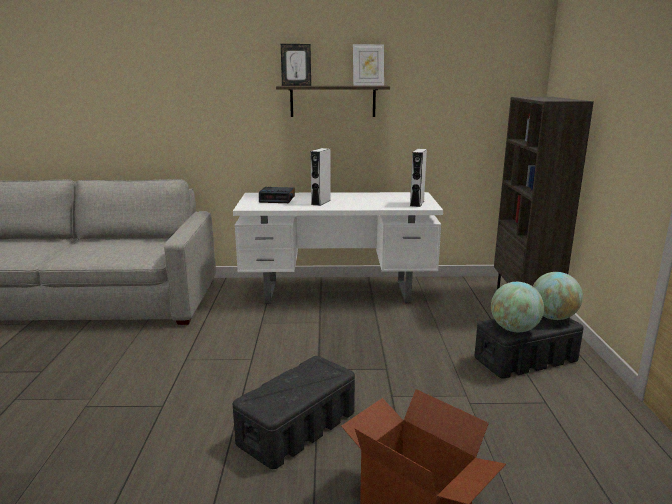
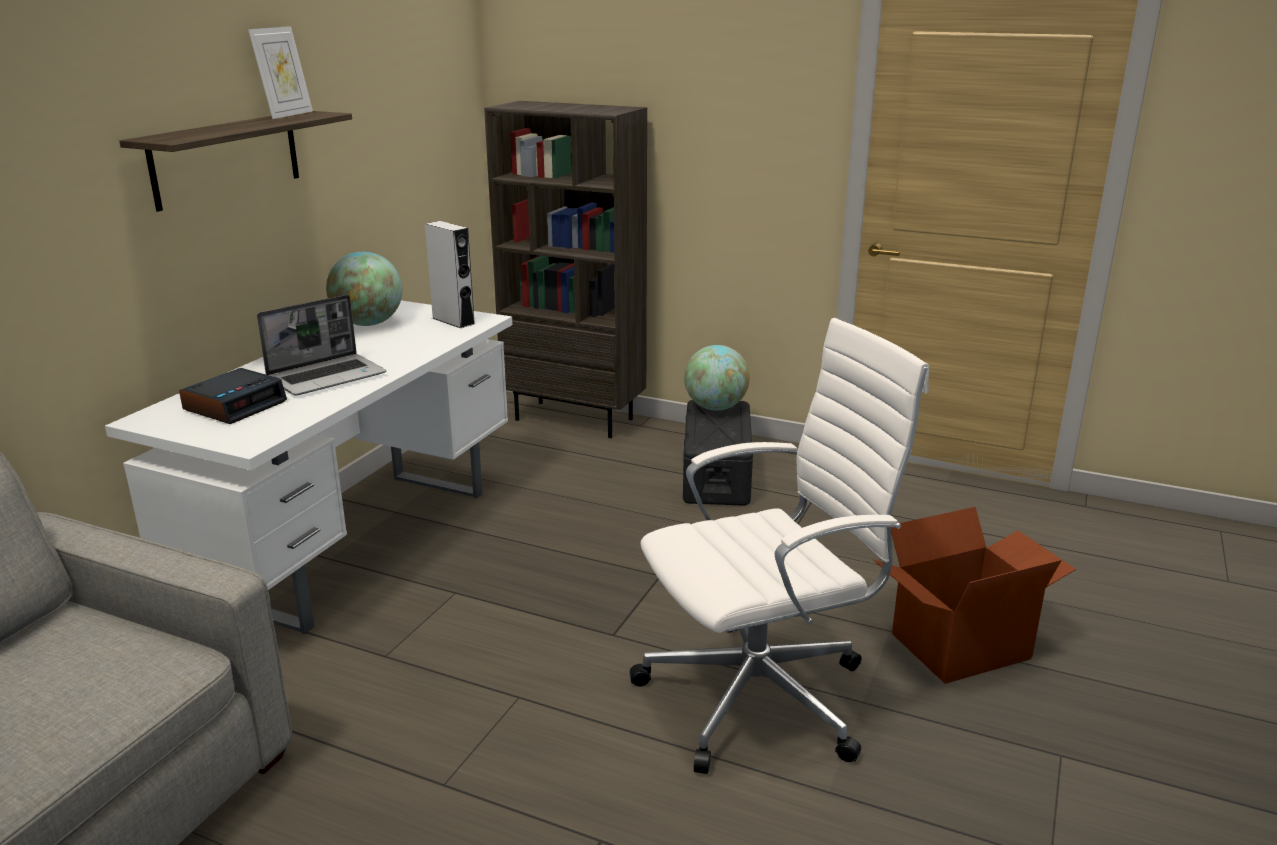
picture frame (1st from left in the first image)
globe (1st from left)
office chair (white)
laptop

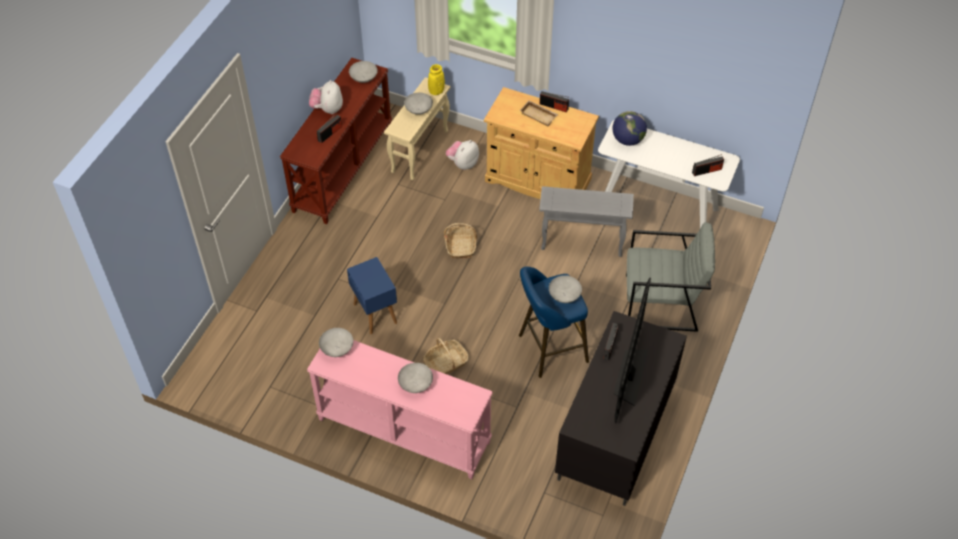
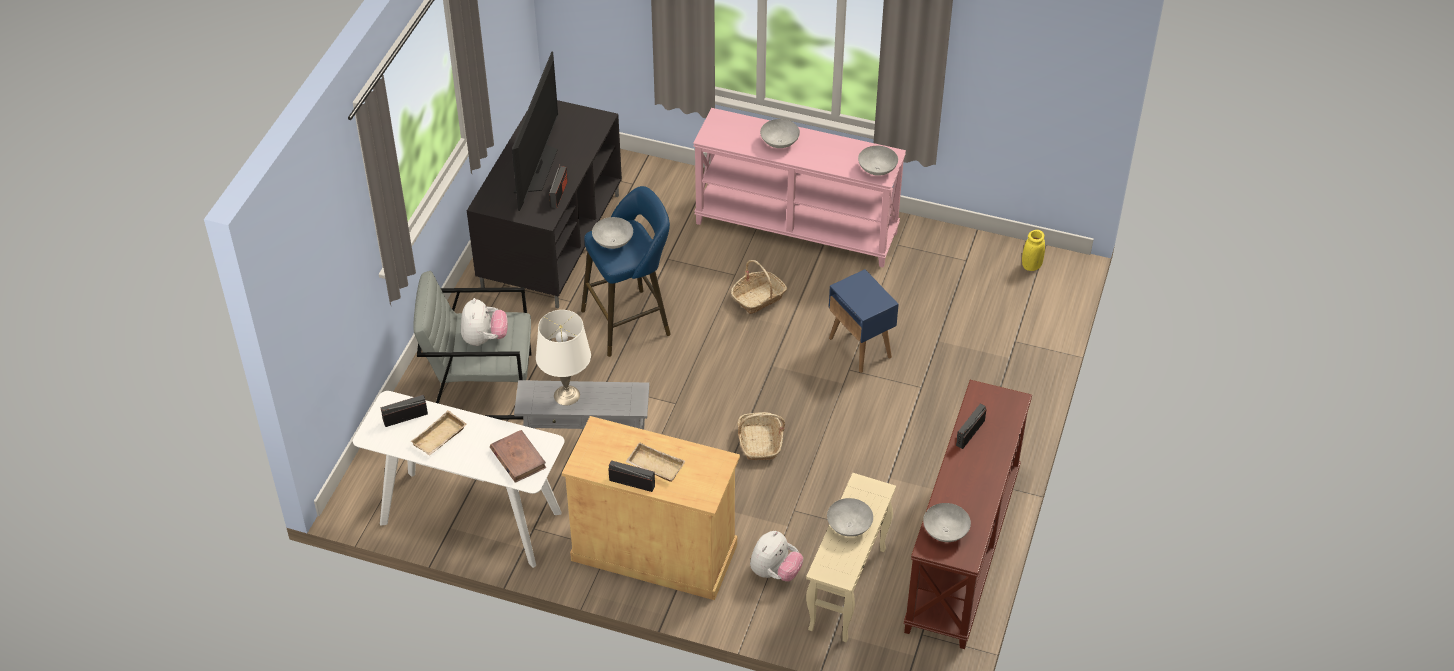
tray (beige) (1st from left)
table lamp (white)
plush toy (1st from left)
vase (yellow)
book (brown)

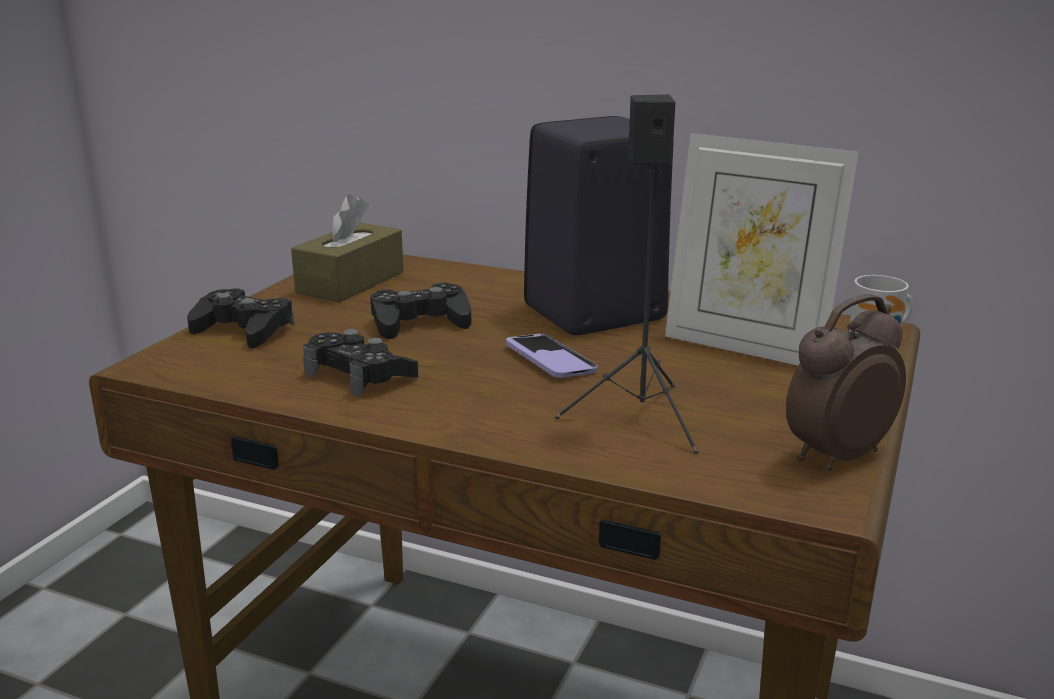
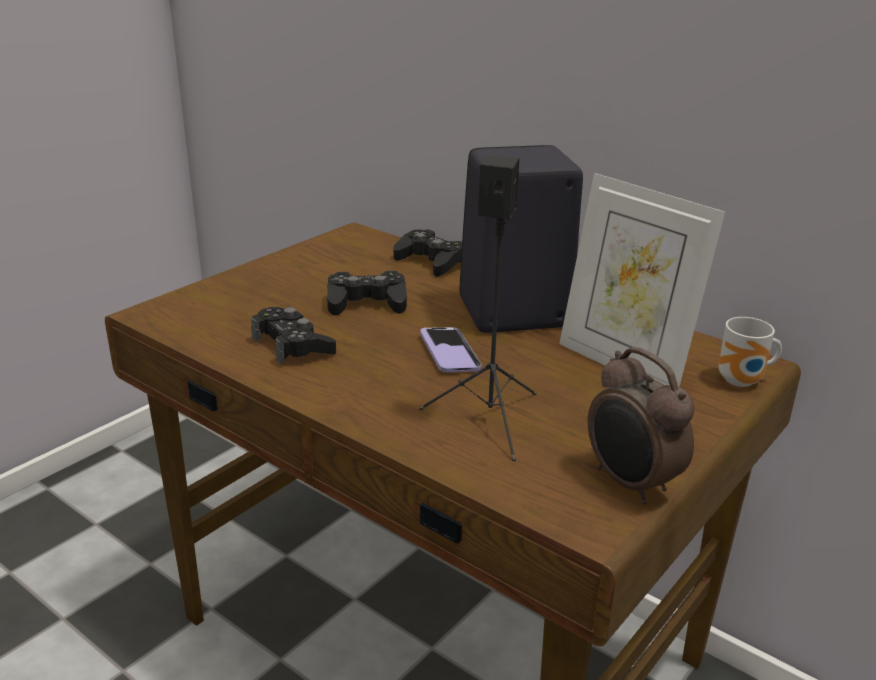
tissue box (brown)
game controller (black) (3rd from left)
alarm clock

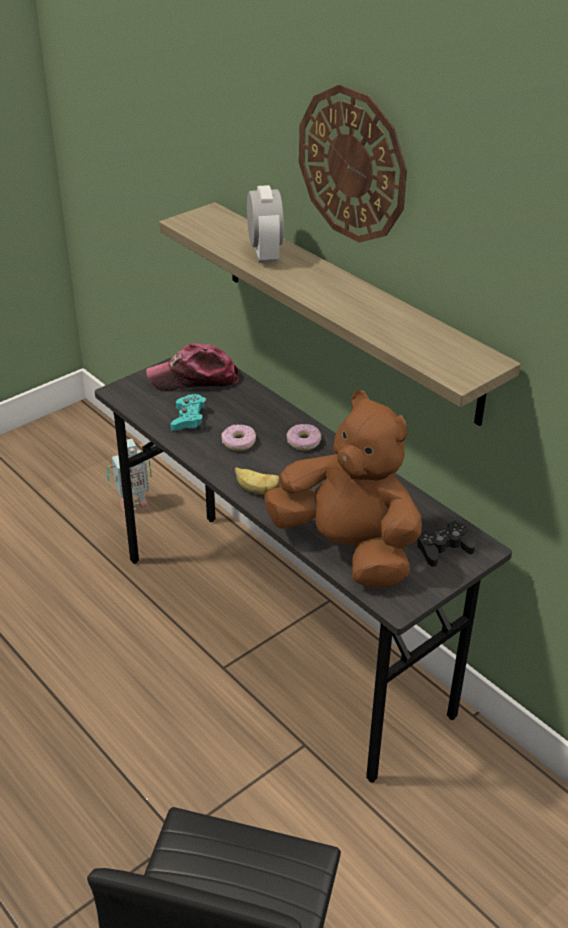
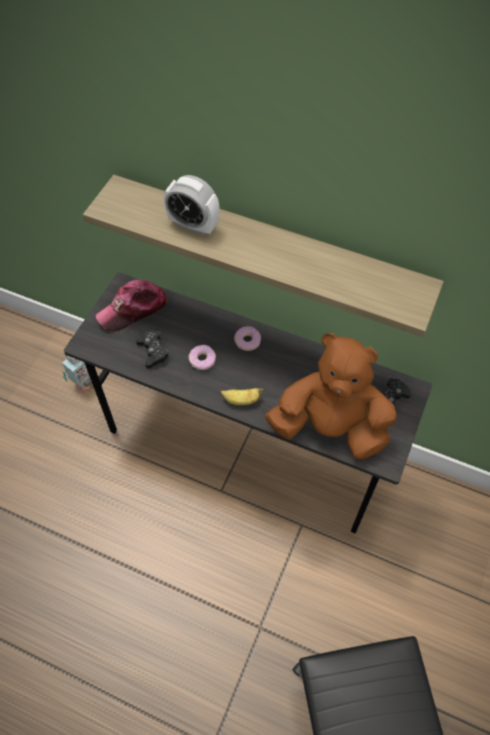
wall clock
game controller (black) (1st from left)
alarm clock

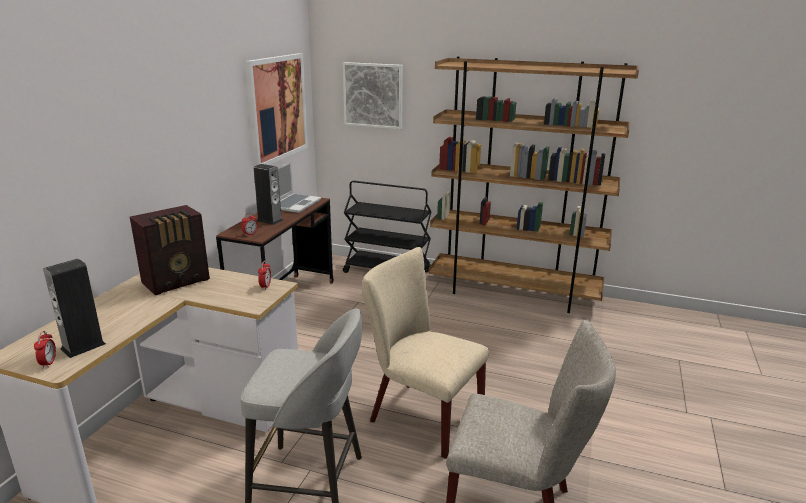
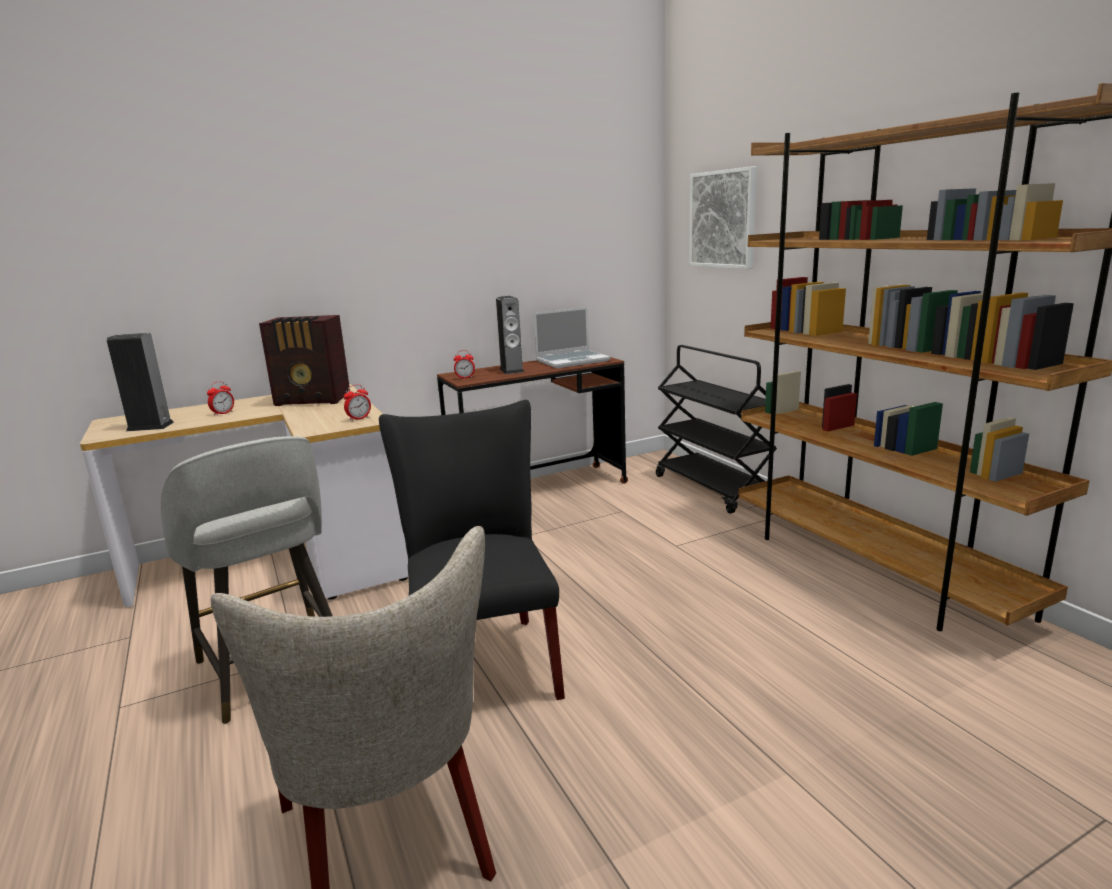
picture (1st from left in the first image)
alarm clock (1st from left)
chair (black)

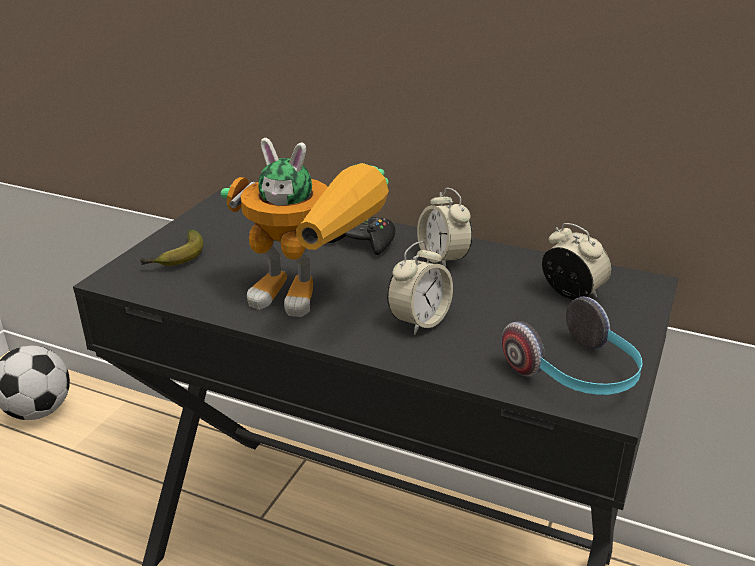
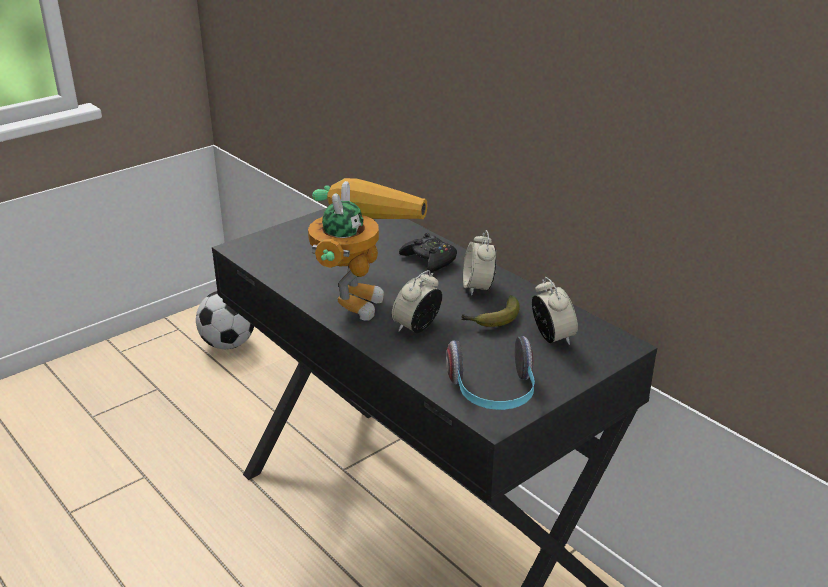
banana
toy robot
alarm clock (1st from left)

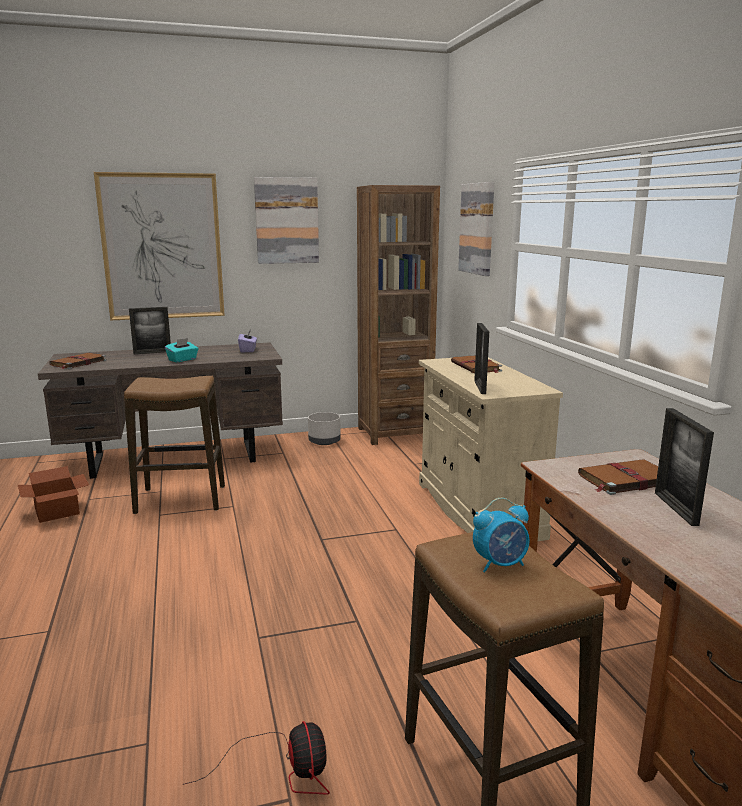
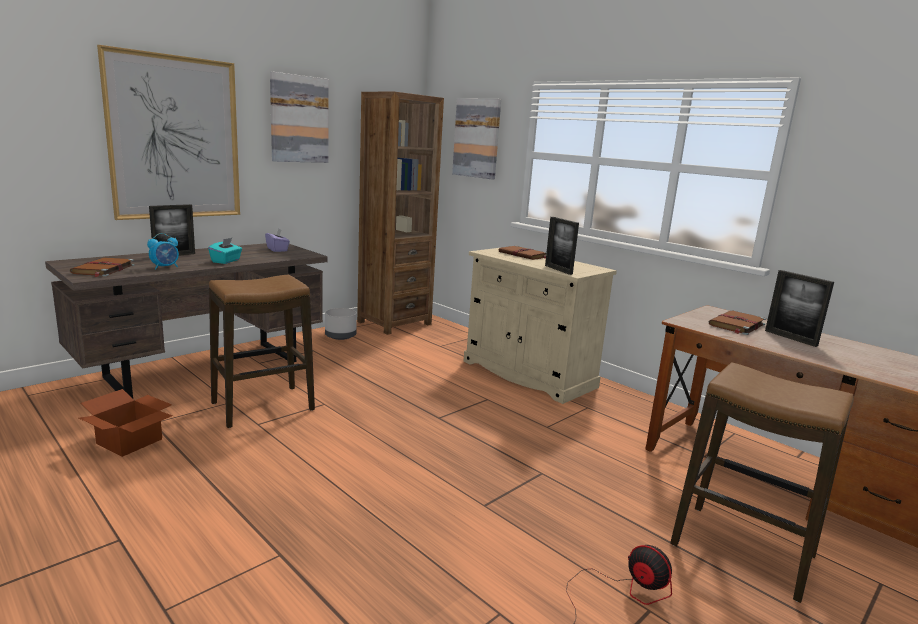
alarm clock

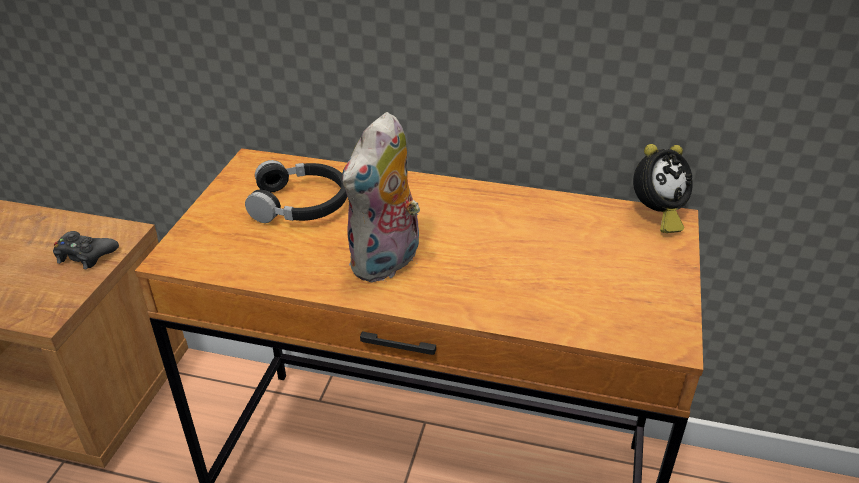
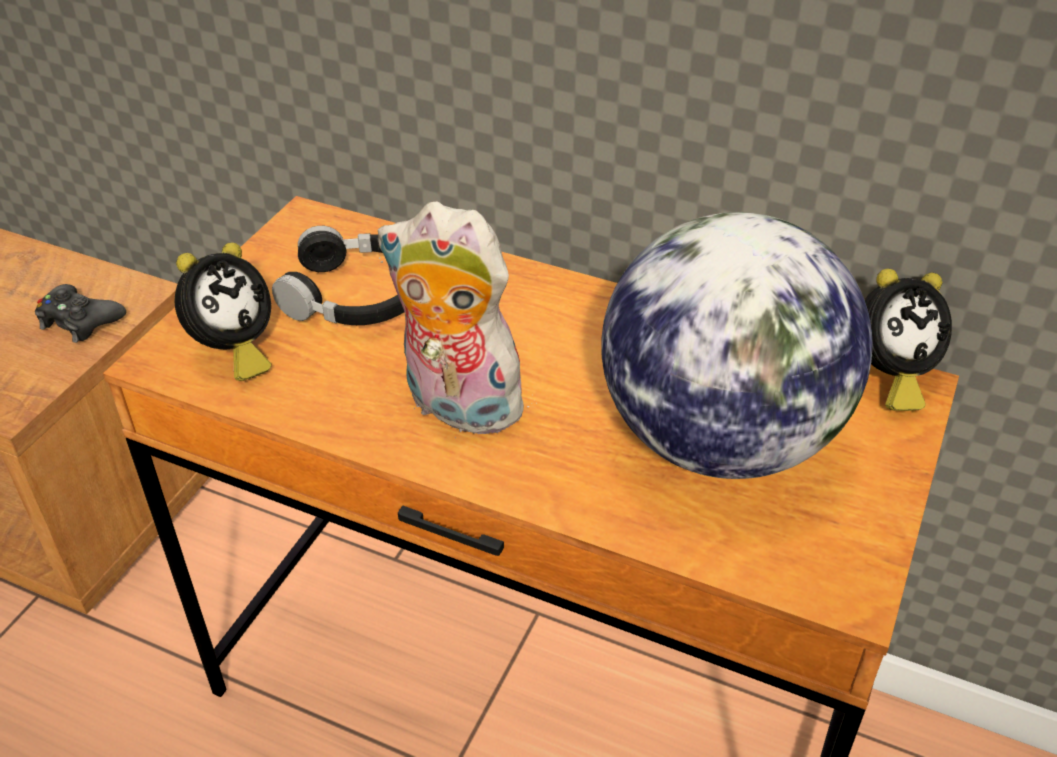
alarm clock (1st from left)
globe
plush toy

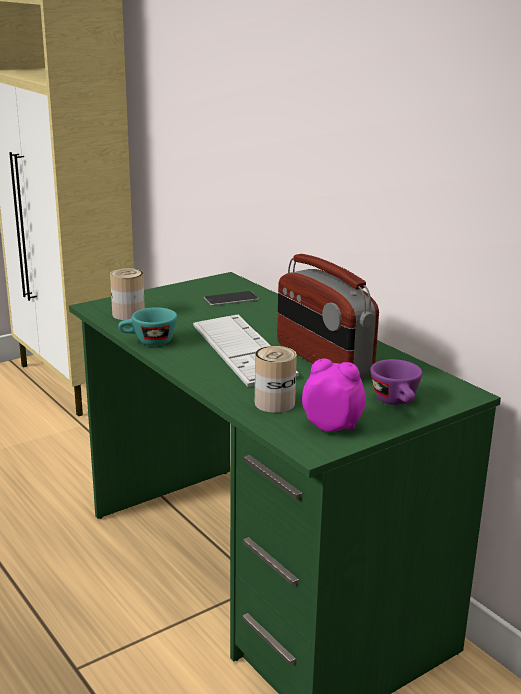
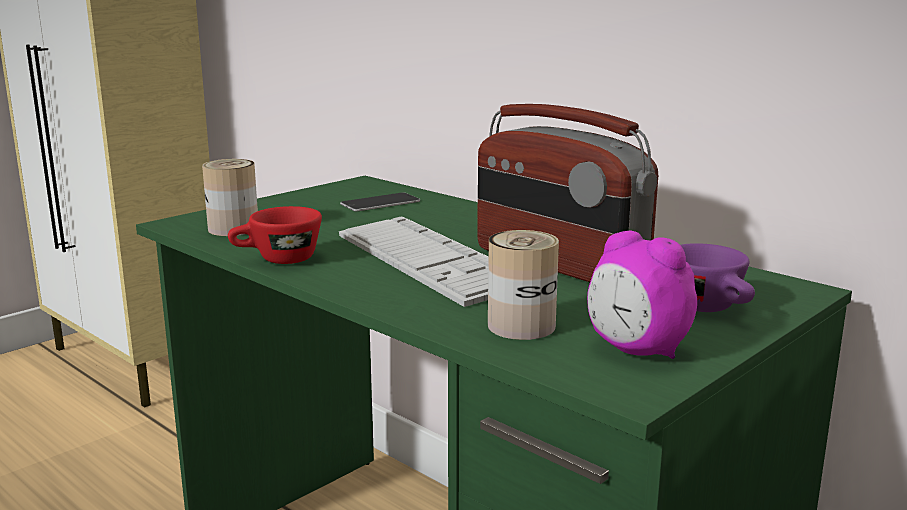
cup (red)
alarm clock

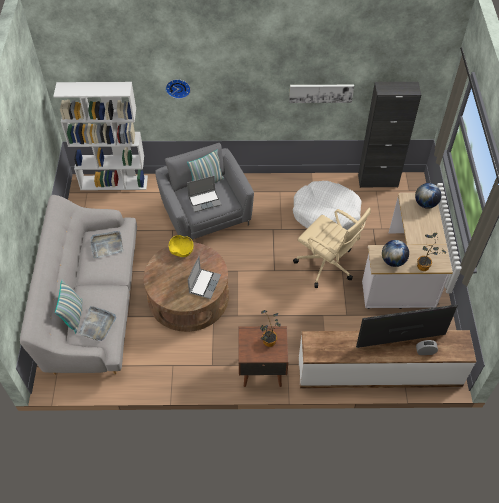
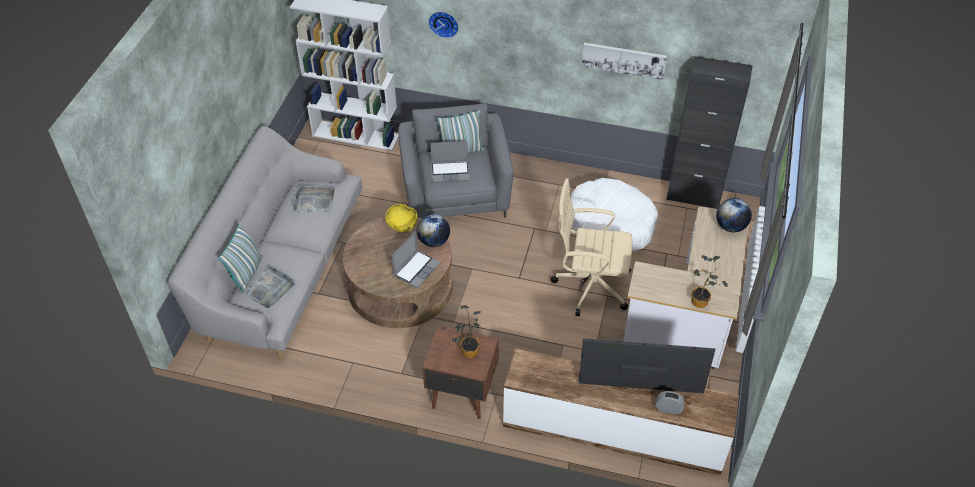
globe (1st from left)
office chair (beige)

